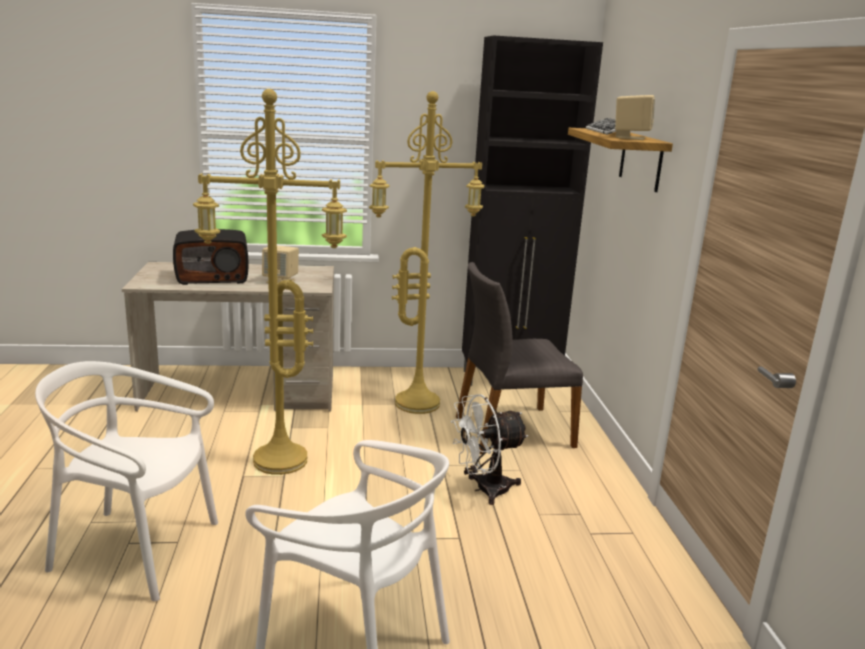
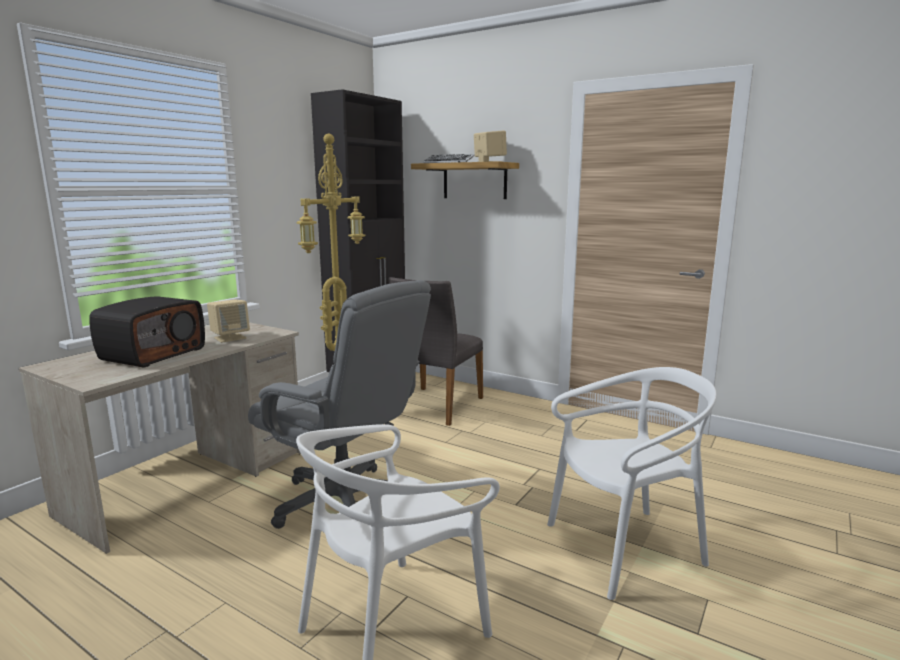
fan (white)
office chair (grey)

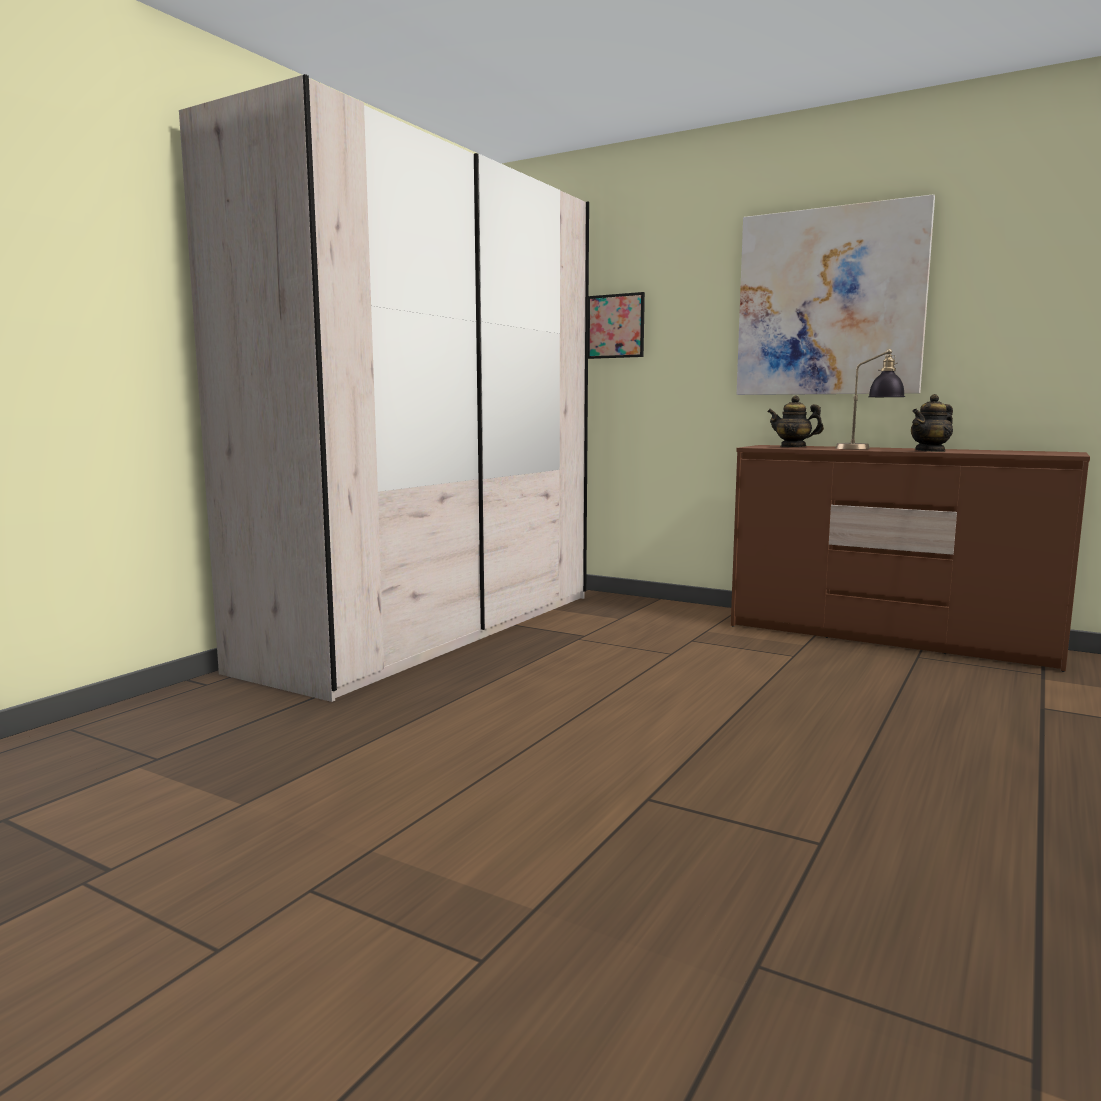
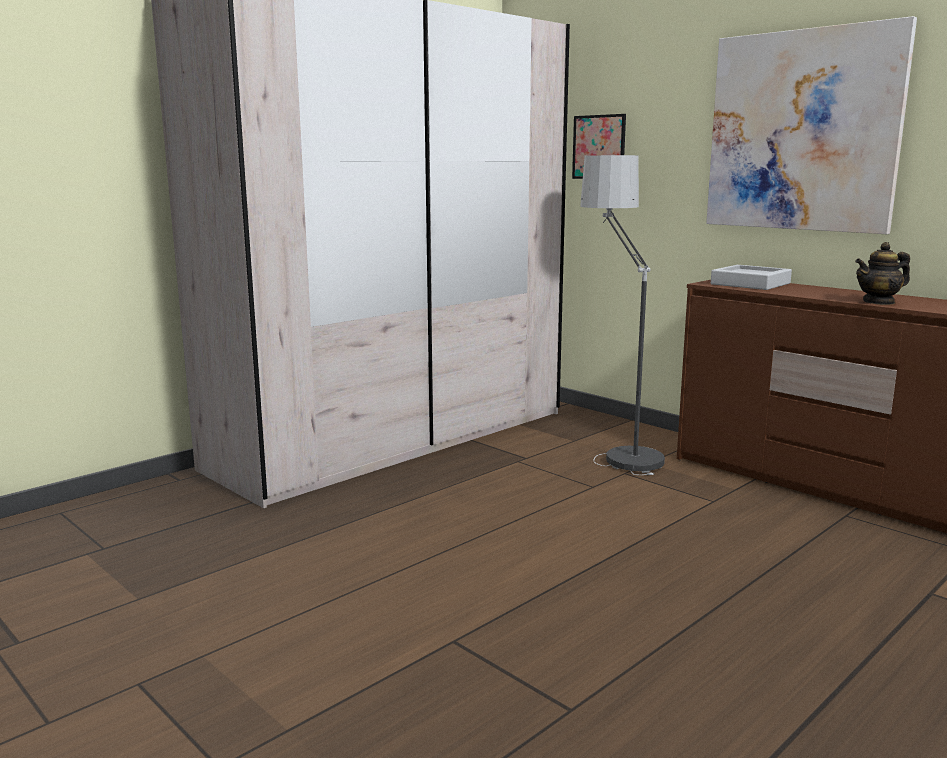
table lamp
floor lamp
tray (grey)

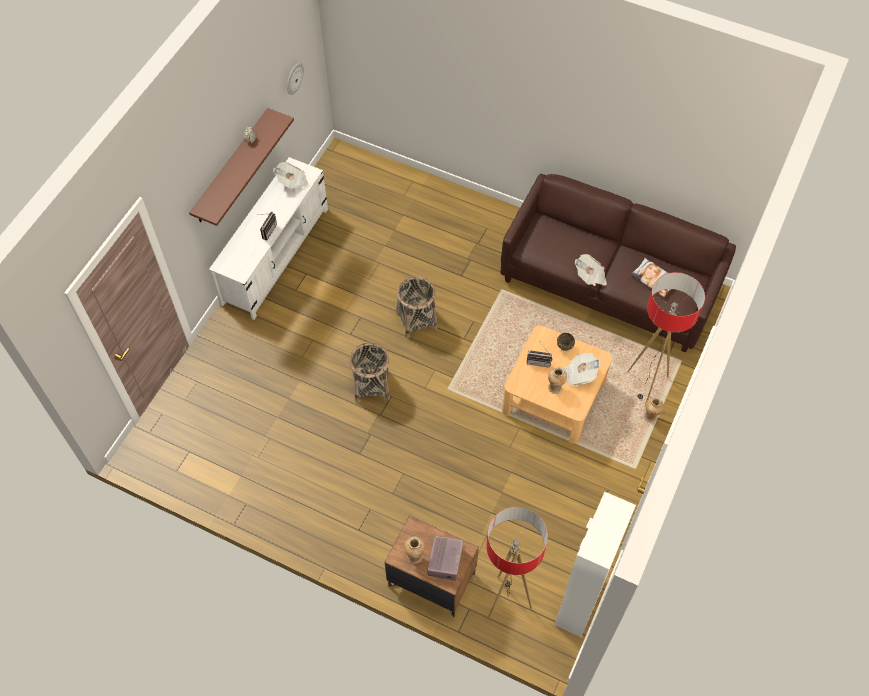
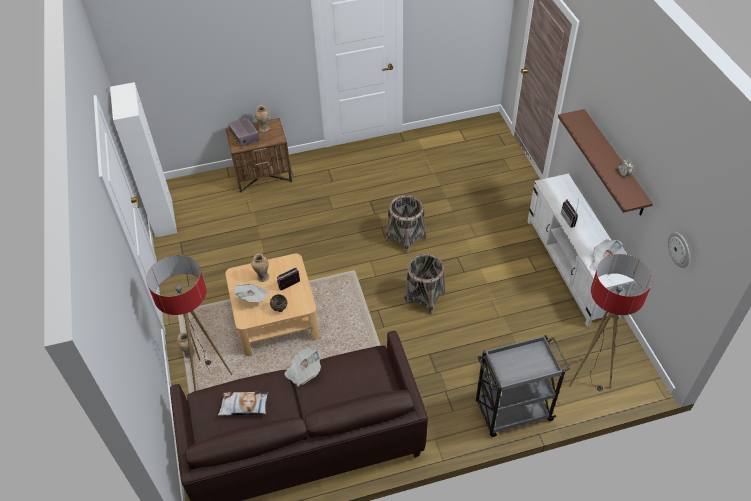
cart (grey)
floor lamp (2nd from left)

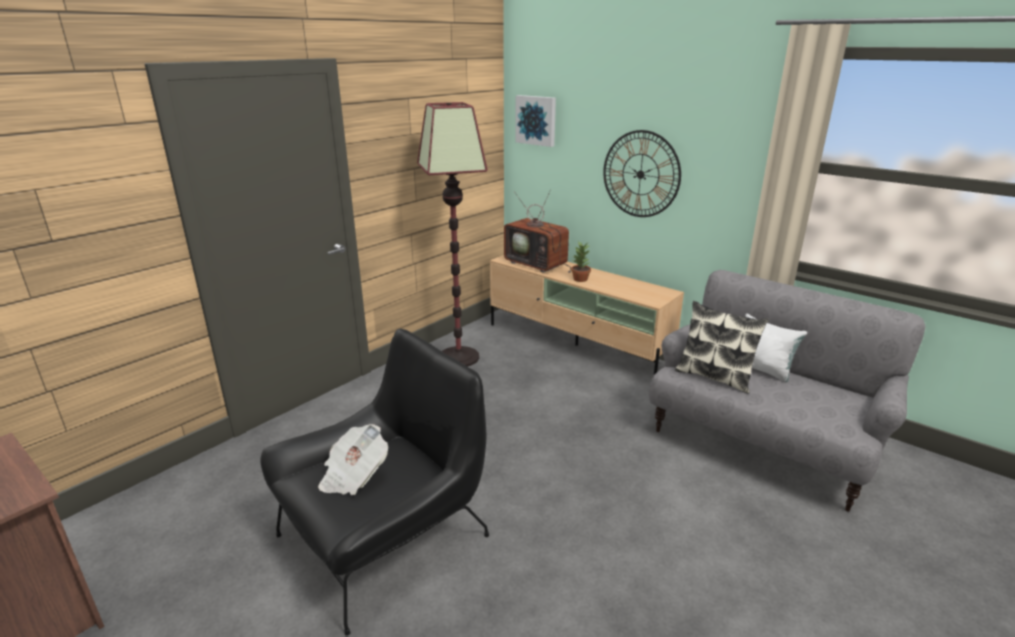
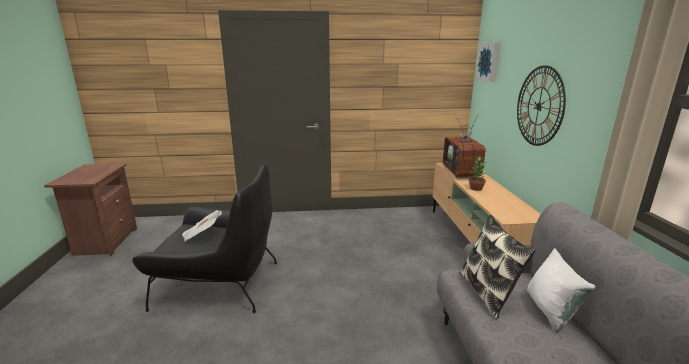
floor lamp

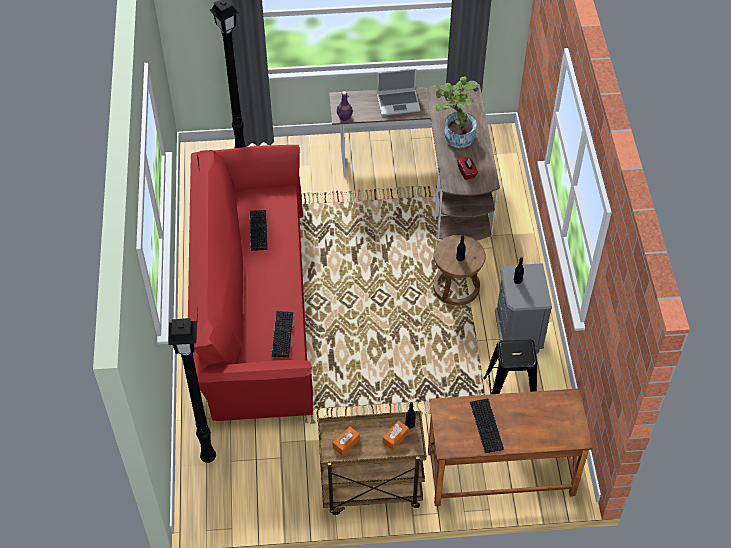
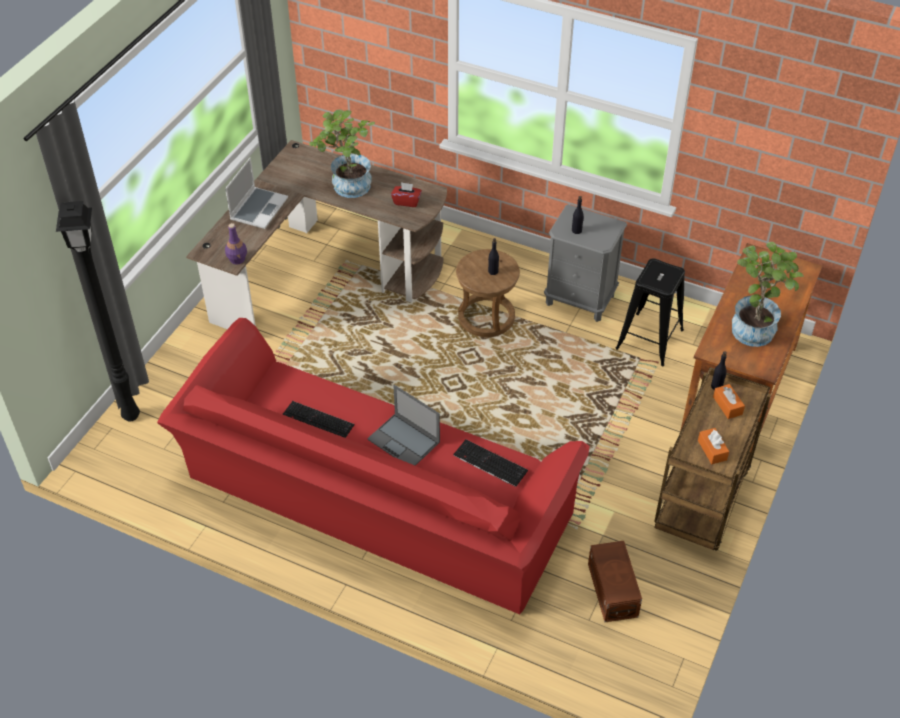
floor lamp (black) (1st from left in the first image)
laptop (2nd from left)
storage box (brown)
potted plant (2nd from left)

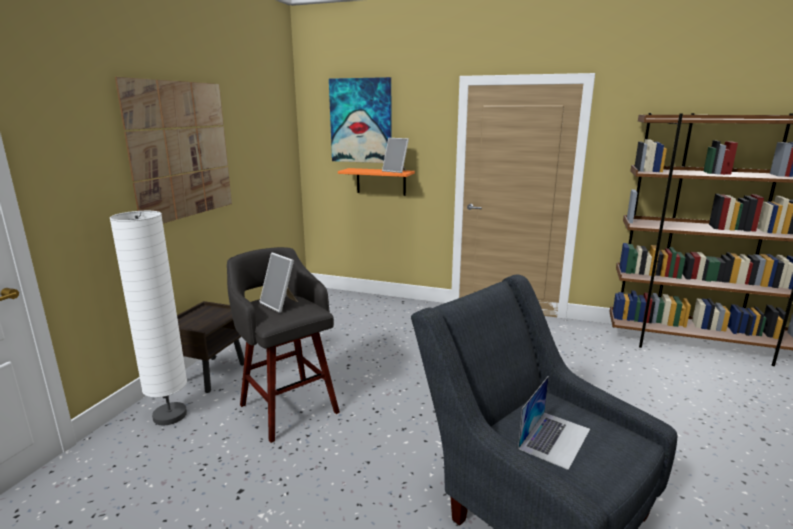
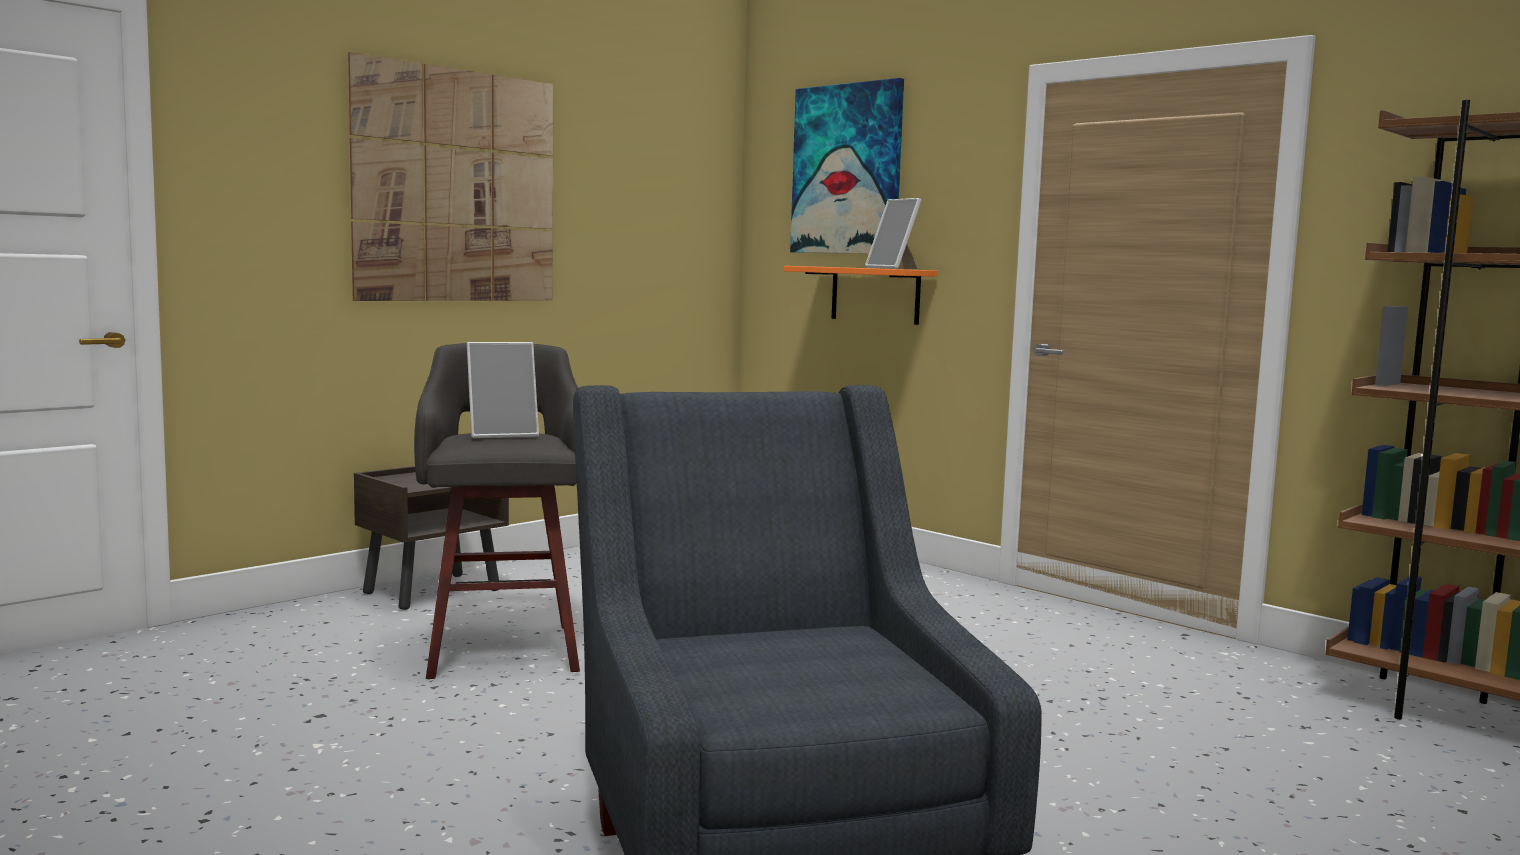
floor lamp (white)
laptop
picture frame (1st from left)

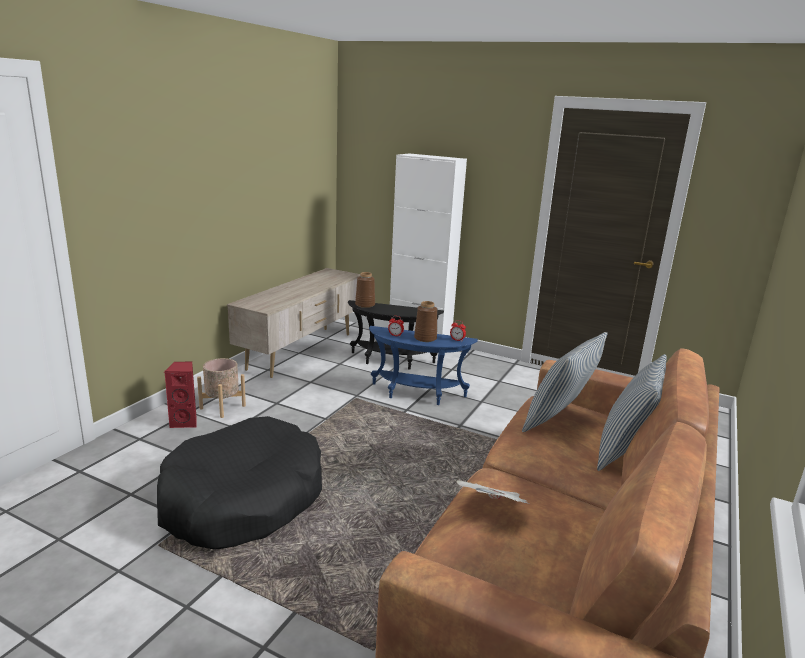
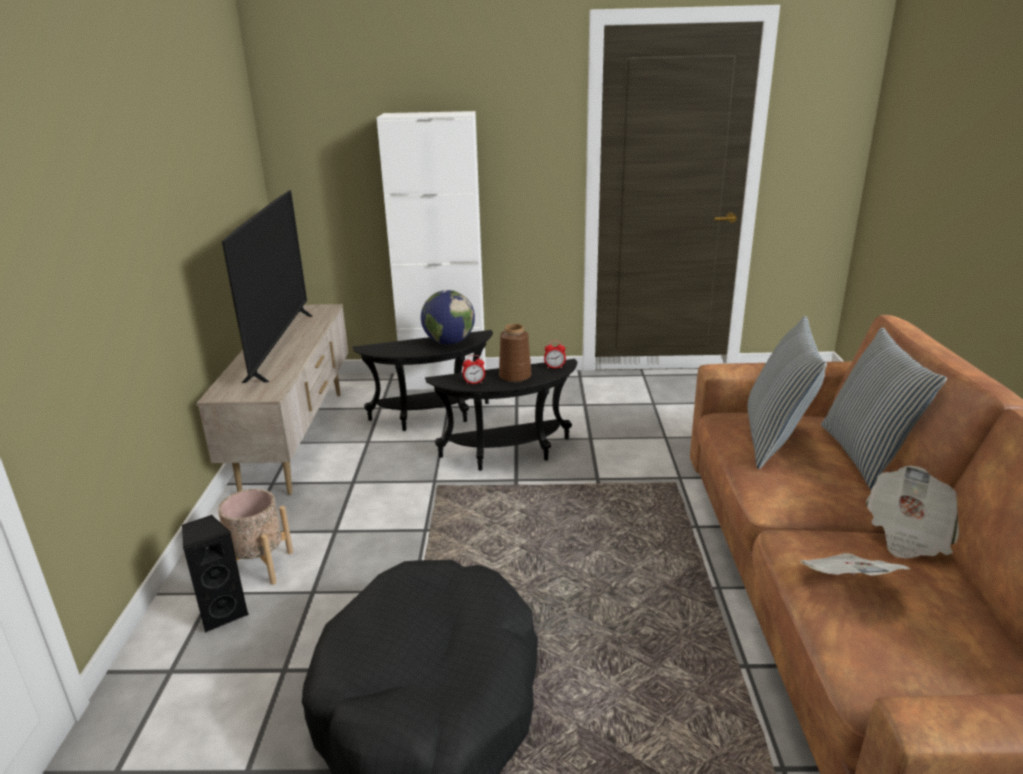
vase (brown) (1st from left in the first image)
television
globe
newspaper (2nd from left)
speaker (black)
side table (black) (2nd from left)

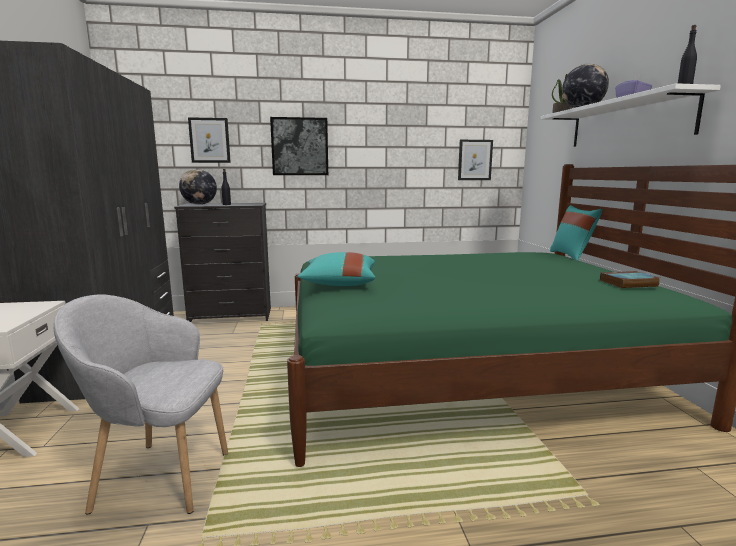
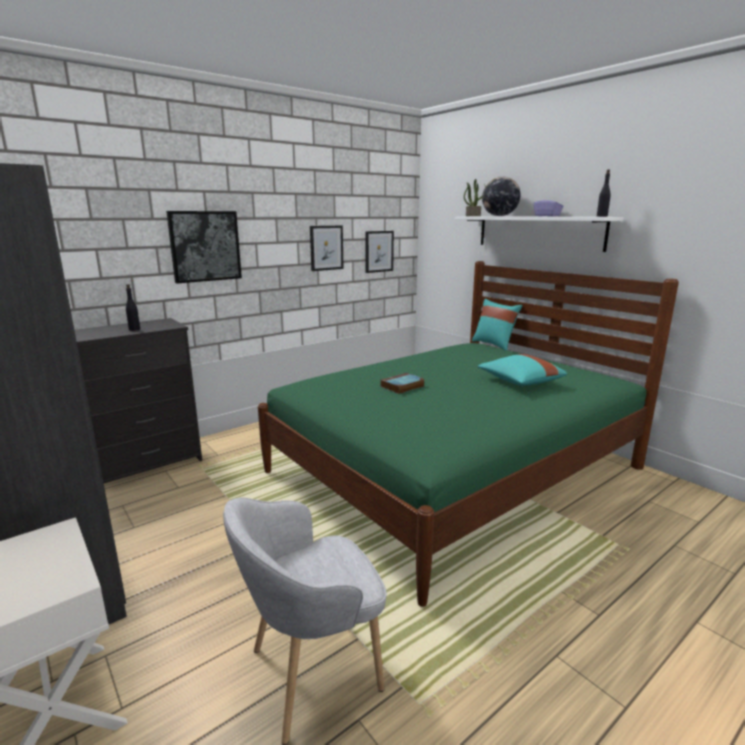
globe (1st from left in the first image)
picture (2nd from left)
pillow (turquoise) (2nd from left)
book

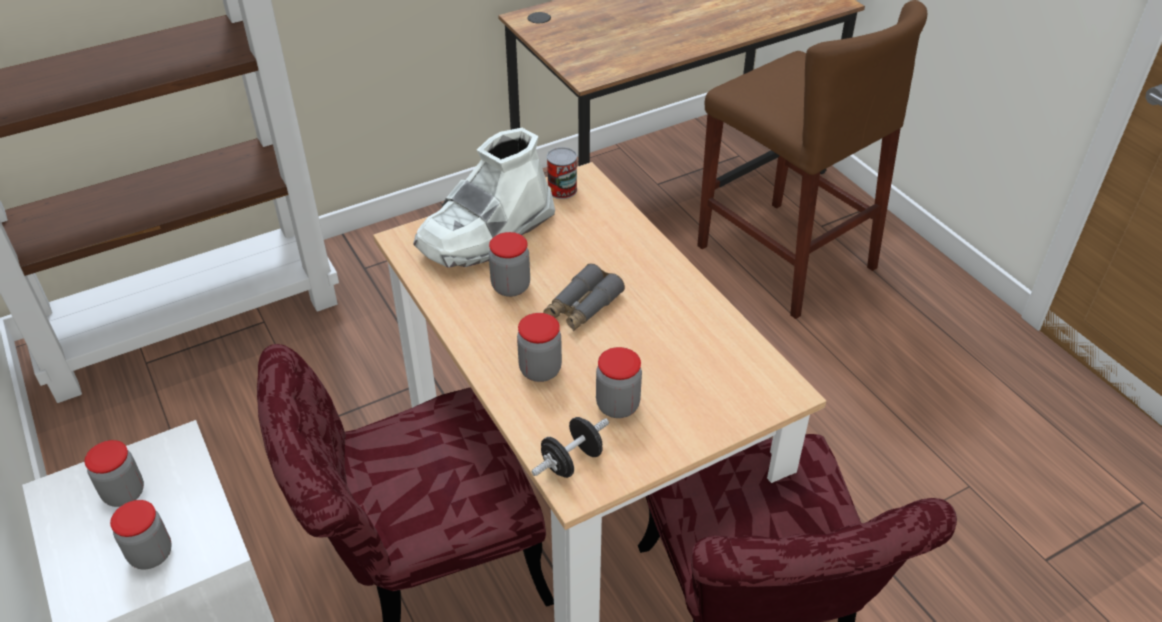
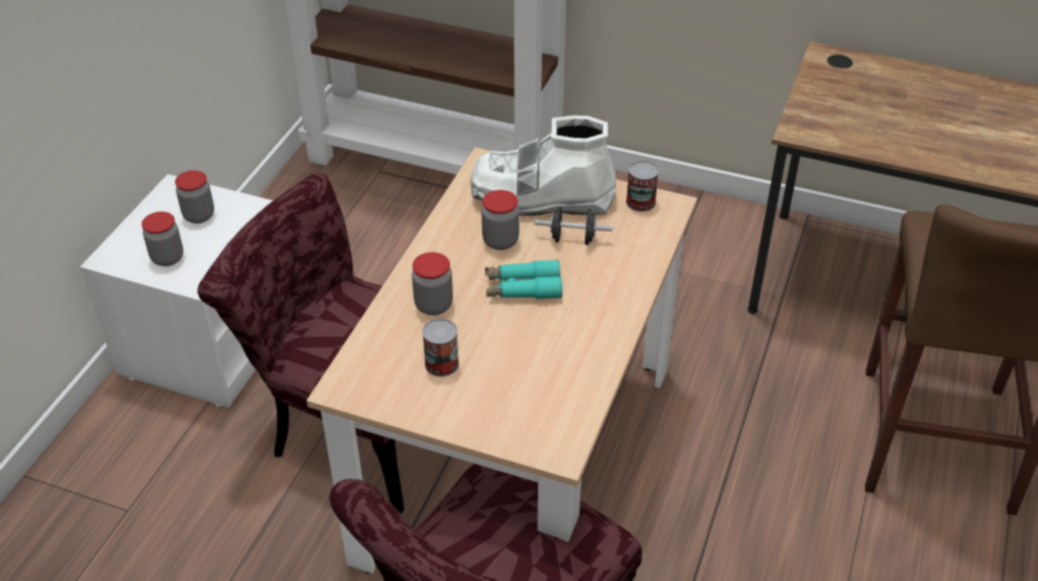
dumbbell (black)
can (1st from left)
binoculars (turquoise)

